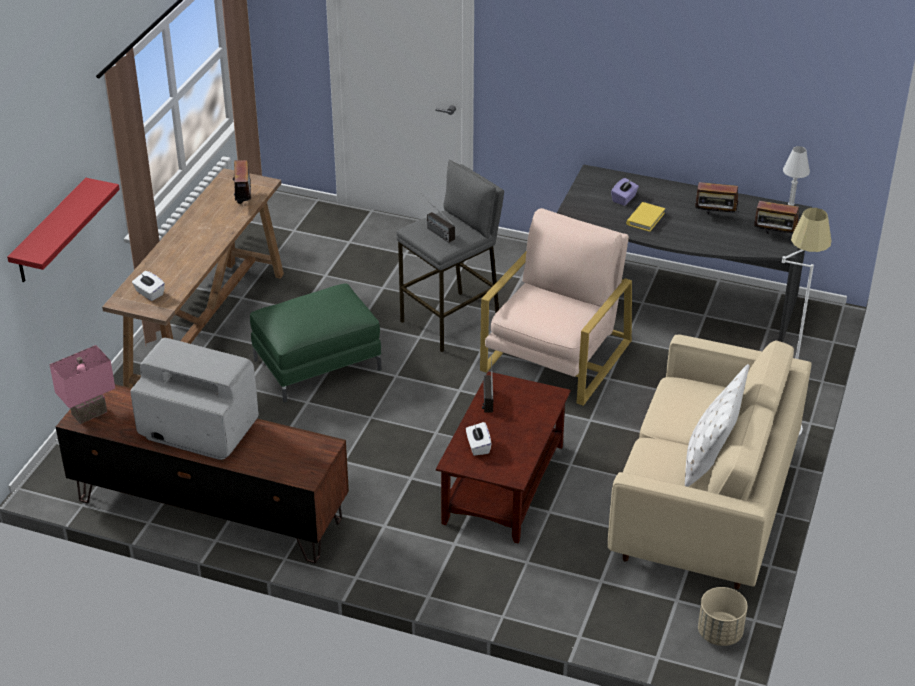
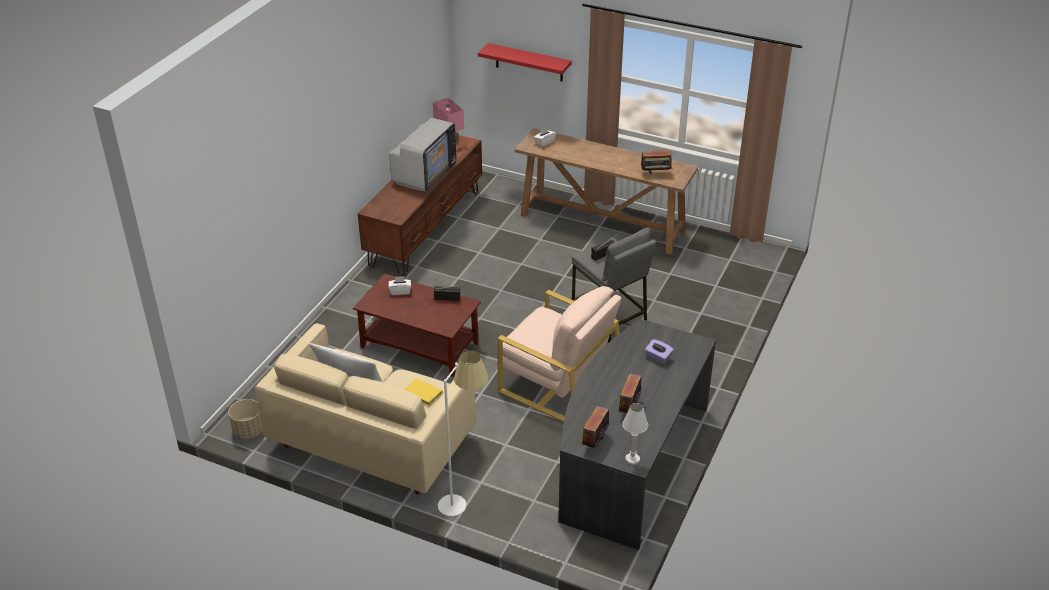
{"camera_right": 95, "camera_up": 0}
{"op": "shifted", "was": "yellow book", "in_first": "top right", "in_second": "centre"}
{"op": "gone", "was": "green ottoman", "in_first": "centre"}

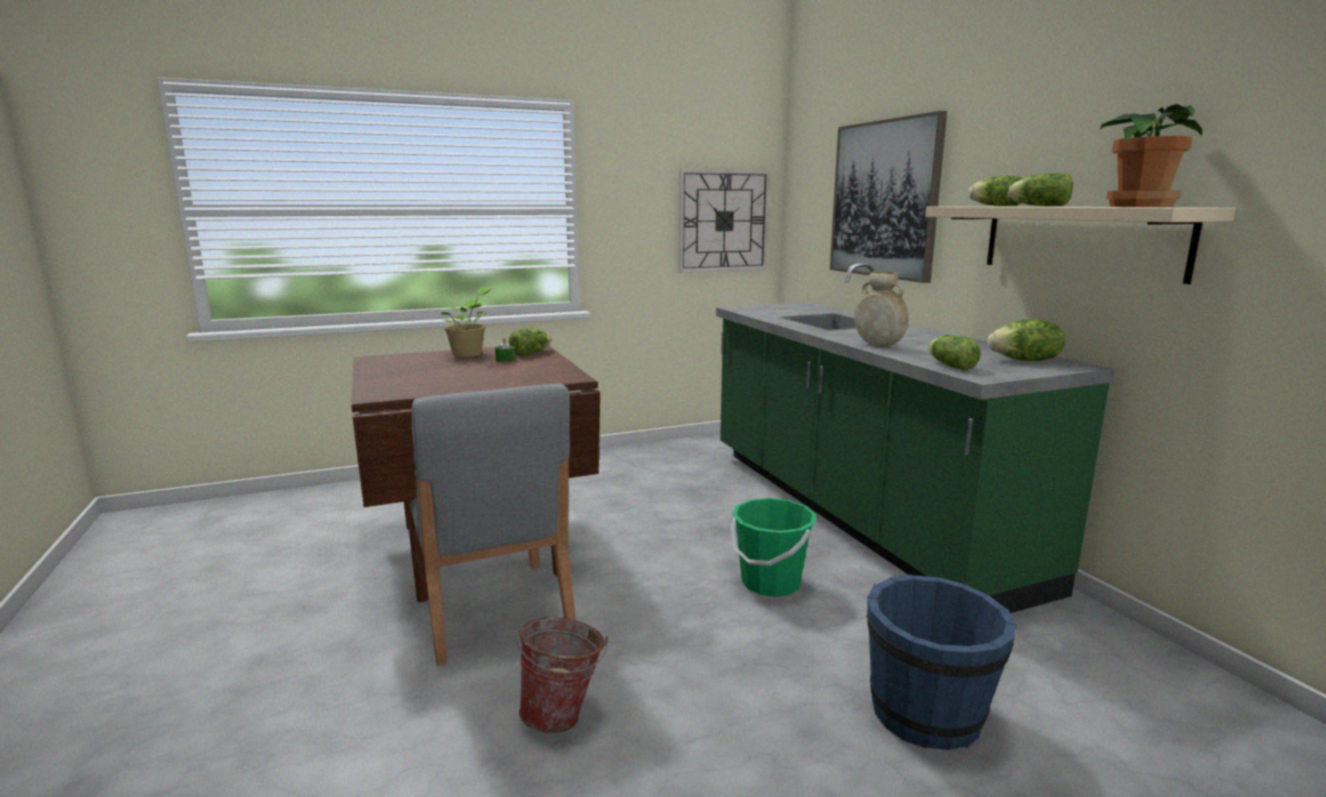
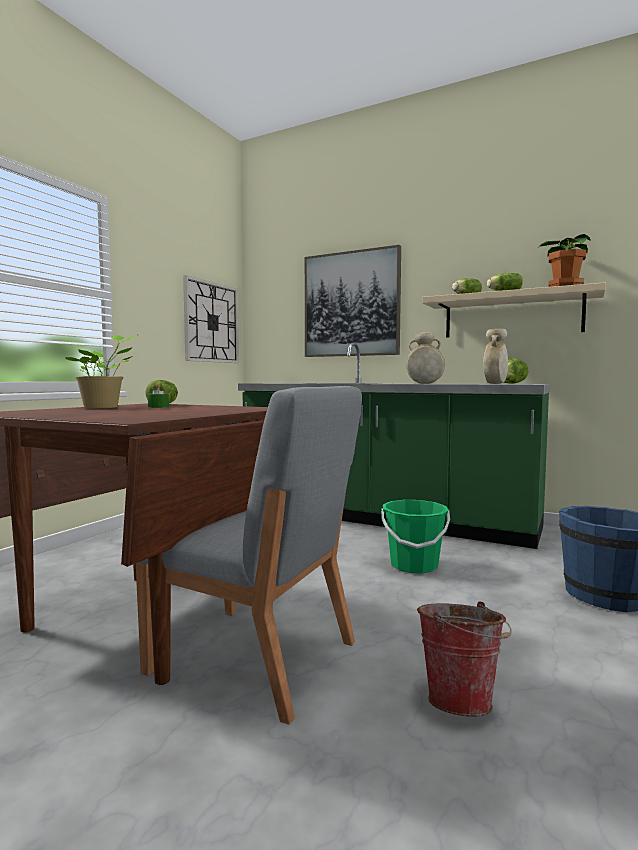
{"camera_right": -40, "camera_up": -10}
{"op": "swapped", "was": "lettuce (no. 2 from left)", "now": "beige vase (no. 2 from left)", "in_first": "middle right", "in_second": "middle right"}

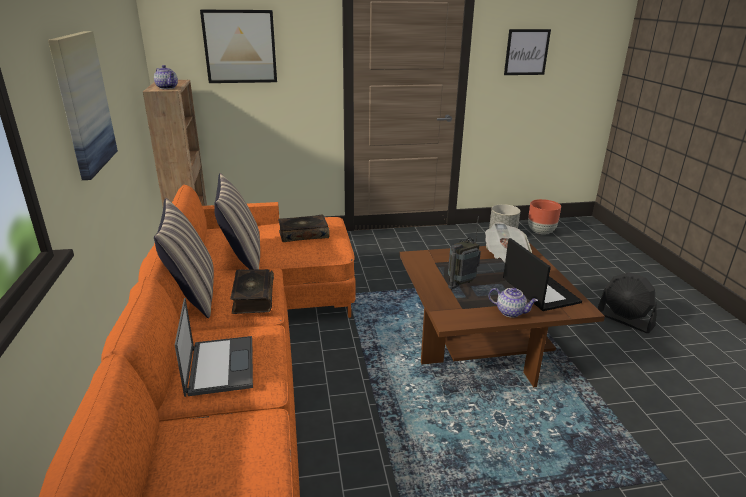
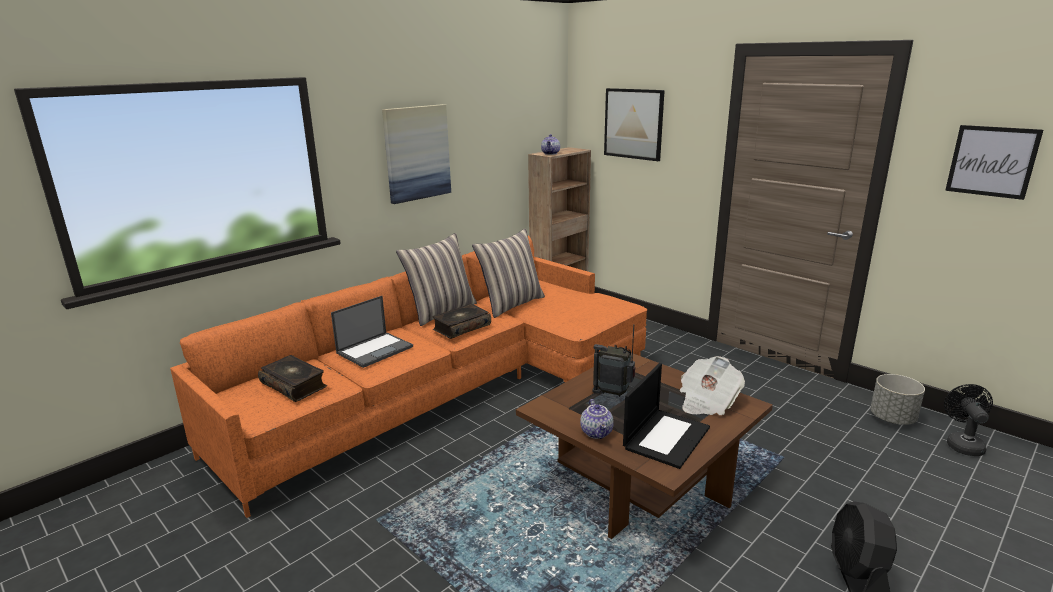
{"camera_right": 55, "camera_up": -5}
{"op": "shifted", "was": "book (no. 2 from left in the first image)", "now": "book (no. 1 from left)", "in_first": "centre", "in_second": "middle left"}
{"op": "swapped", "was": "brown planter", "now": "black fan (no. 2 from left)", "in_first": "middle right", "in_second": "bottom right"}

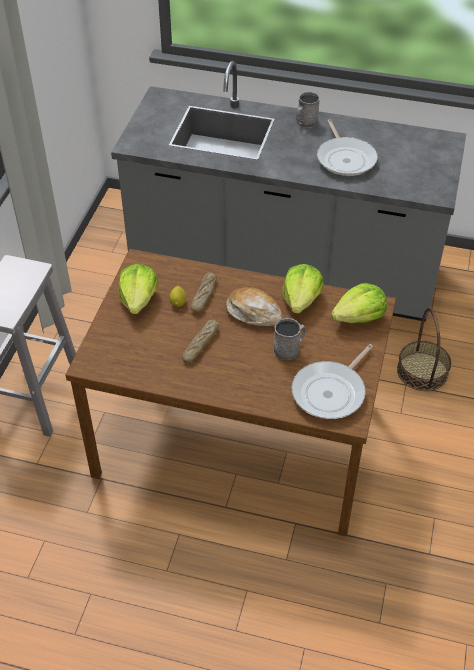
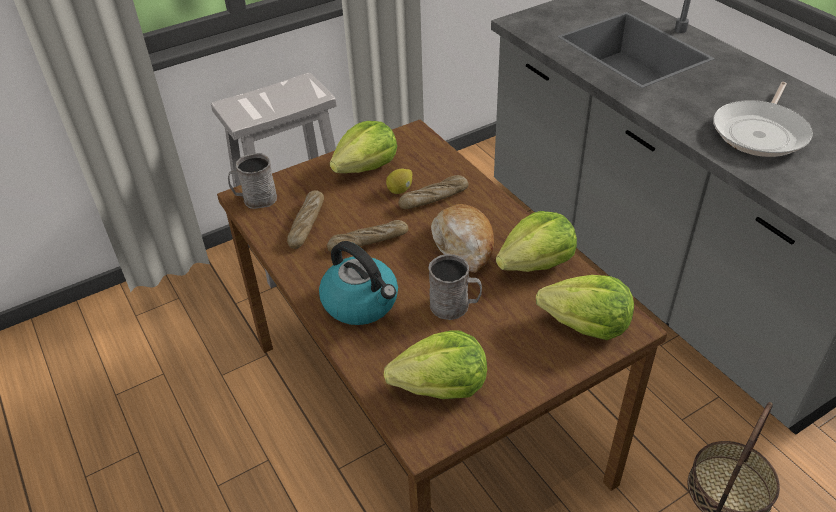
{"camera_right": 45, "camera_up": -5}
{"op": "shifted", "was": "grey mug (no. 2 from left in the first image)", "now": "grey mug (no. 1 from left)", "in_first": "top centre", "in_second": "middle left"}
{"op": "new", "now": "bread (no. 1 from left)", "in_second": "centre"}
{"op": "new", "now": "kettle", "in_second": "centre"}
{"op": "swapped", "was": "frying pan (no. 1 from left)", "now": "lettuce (no. 2 from left)", "in_first": "middle right", "in_second": "bottom centre"}

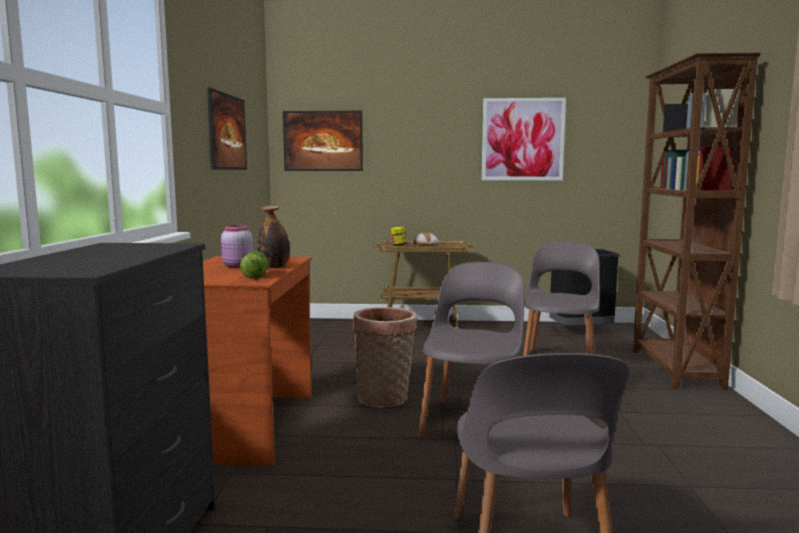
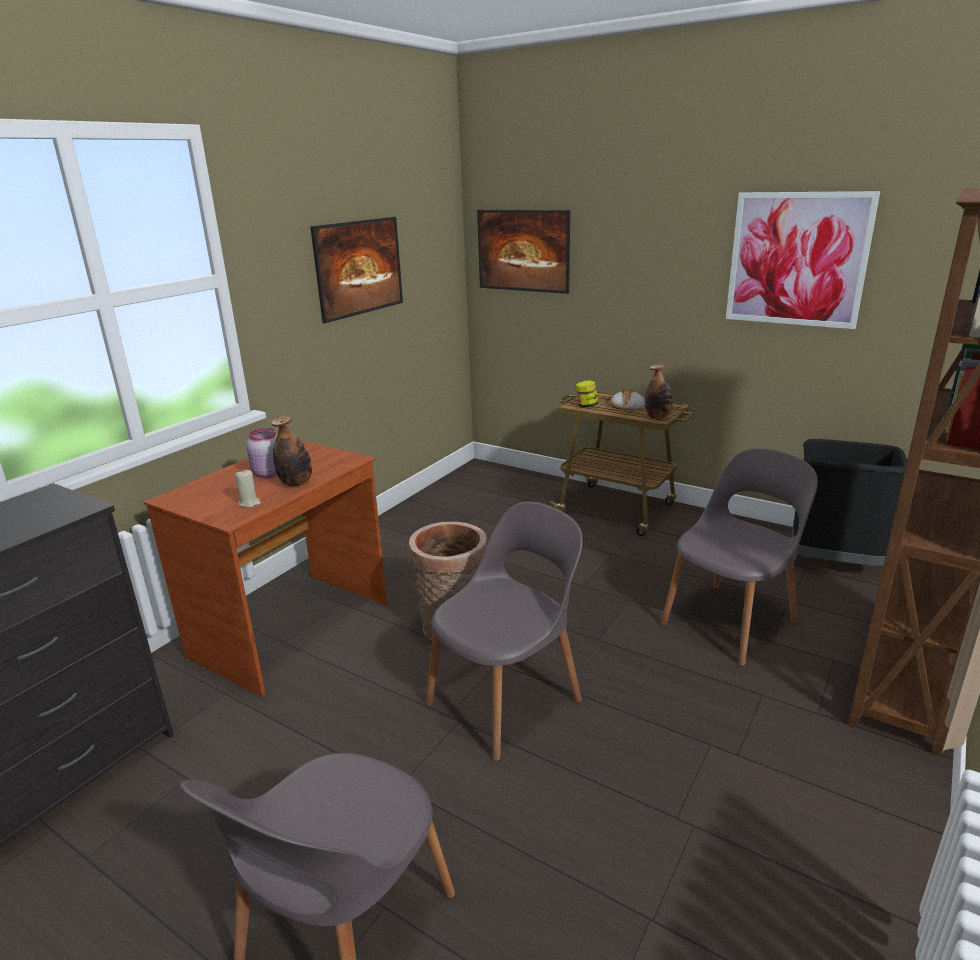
{"camera_right": 30, "camera_up": 15}
{"op": "swapped", "was": "lettuce", "now": "beige candle", "in_first": "middle left", "in_second": "middle left"}
{"op": "new", "now": "bottle (no. 2 from left)", "in_second": "middle right"}

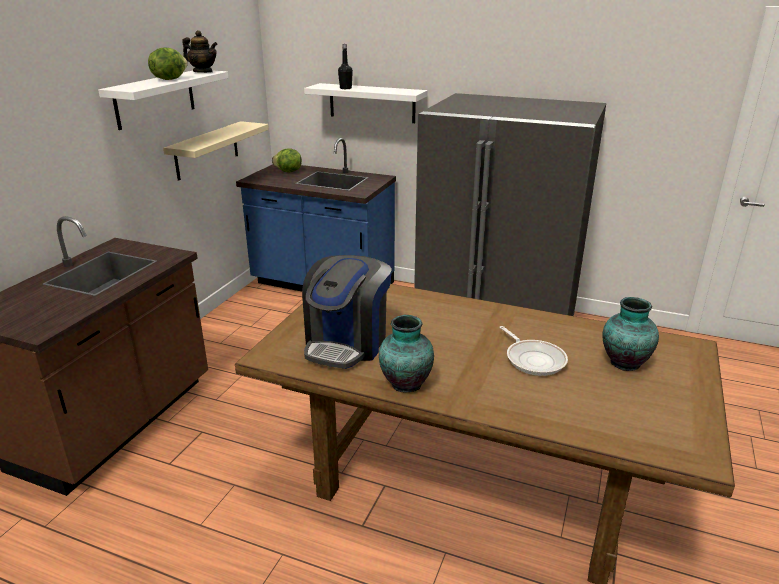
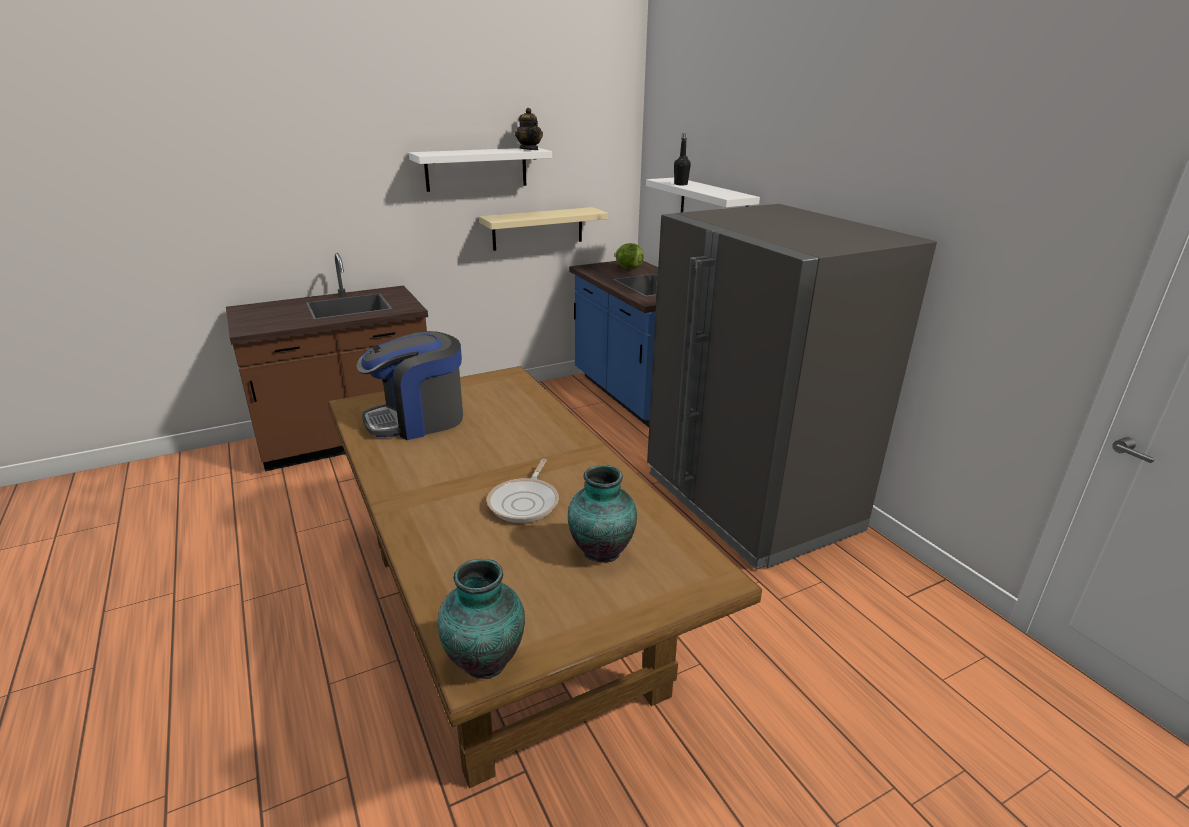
{"camera_right": 40, "camera_up": 0}
{"op": "shifted", "was": "vase (no. 1 from left)", "in_first": "centre", "in_second": "bottom centre"}
{"op": "gone", "was": "lettuce (no. 1 from left)", "in_first": "top left"}

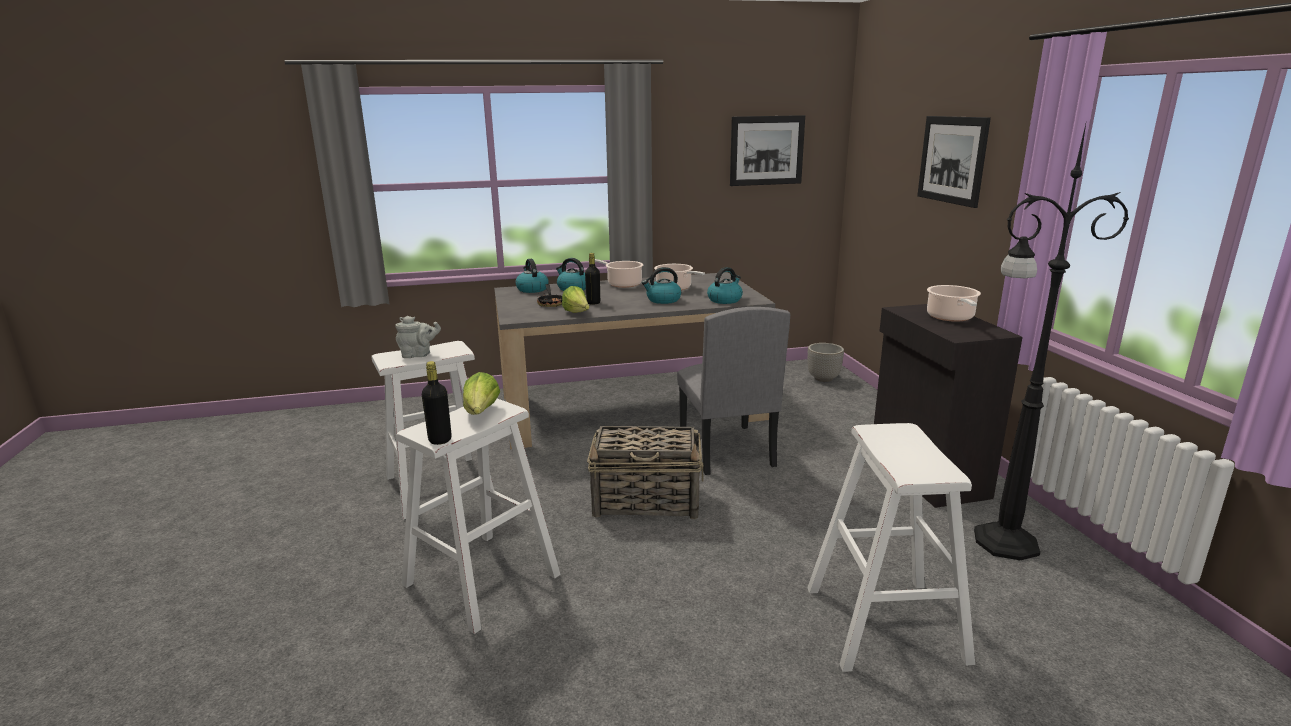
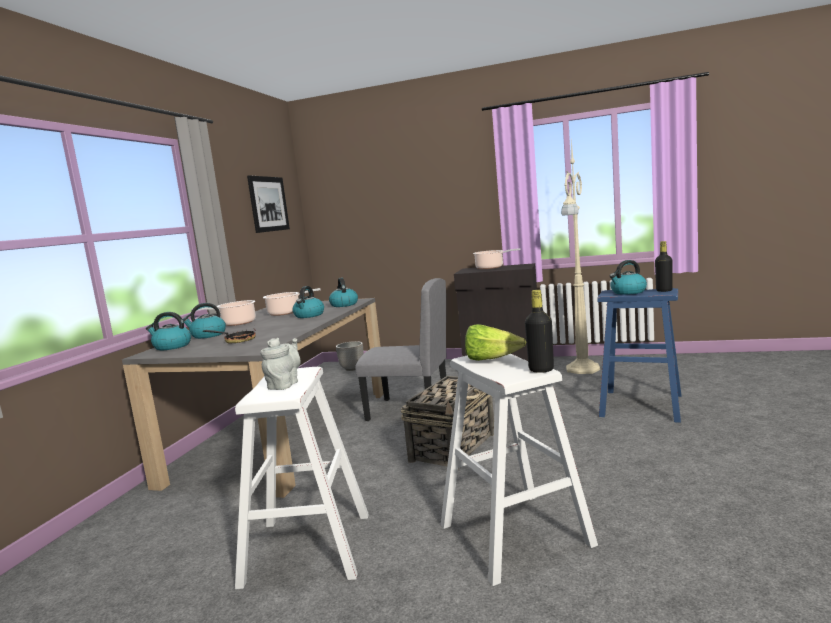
{"camera_right": -60, "camera_up": -10}
{"op": "repainted", "was": "black floor lamp", "now": "beige floor lamp", "in_first": "middle right", "in_second": "middle right"}
{"op": "repainted", "was": "white stool (no. 3 from left)", "now": "blue stool", "in_first": "bottom right", "in_second": "middle right"}
{"op": "new", "now": "kettle (no. 5 from left)", "in_second": "middle right"}
{"op": "shifted", "was": "black bottle (no. 2 from left)", "in_first": "centre", "in_second": "middle right"}
{"op": "gone", "was": "lettuce (no. 2 from left)", "in_first": "centre"}
{"op": "gone", "was": "picture (no. 2 from left)", "in_first": "top right"}

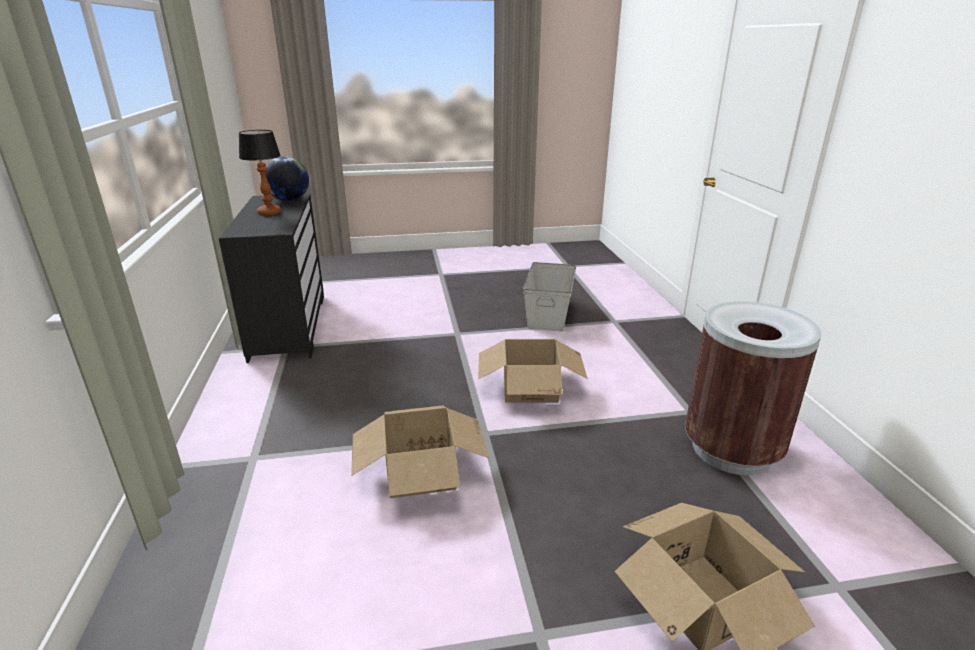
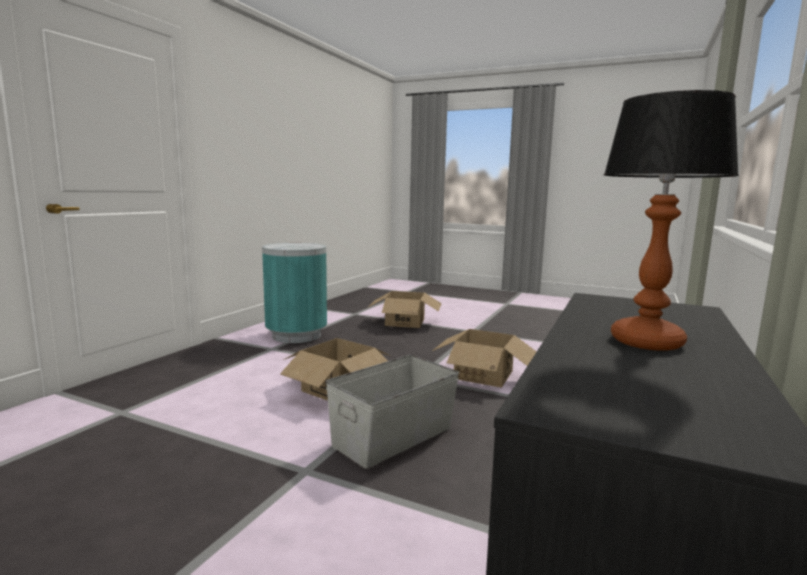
{"camera_right": -145, "camera_up": -15}
{"op": "repainted", "was": "brown trash can", "now": "turquoise trash can", "in_first": "middle right", "in_second": "centre"}
{"op": "shifted", "was": "grey storage box", "in_first": "centre", "in_second": "bottom centre"}
{"op": "gone", "was": "globe", "in_first": "top left"}

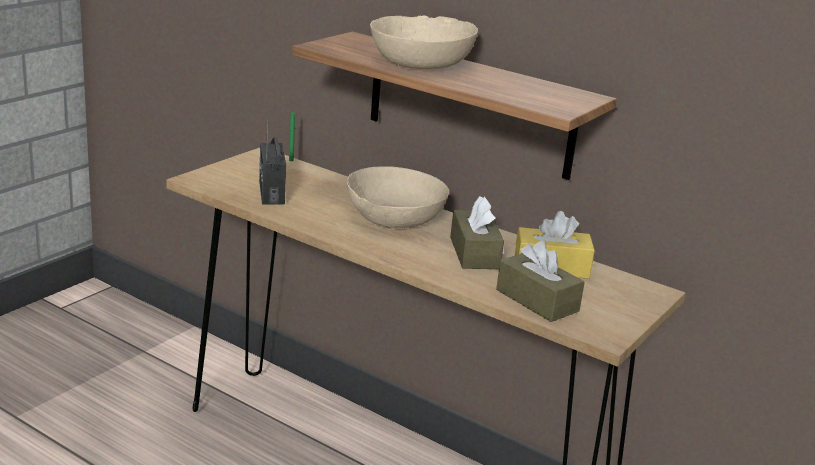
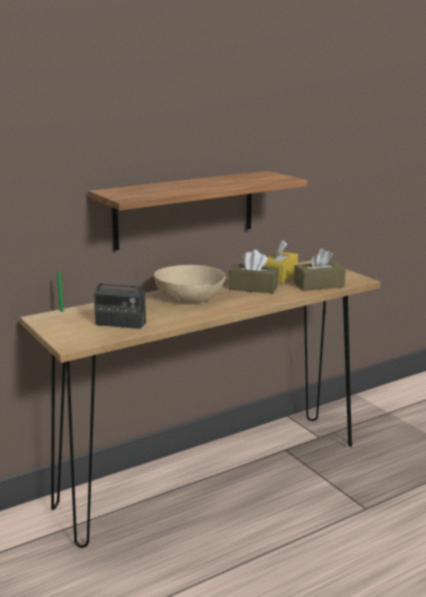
{"camera_right": -65, "camera_up": -5}
{"op": "gone", "was": "beige bowl (no. 2 from left)", "in_first": "top centre"}

